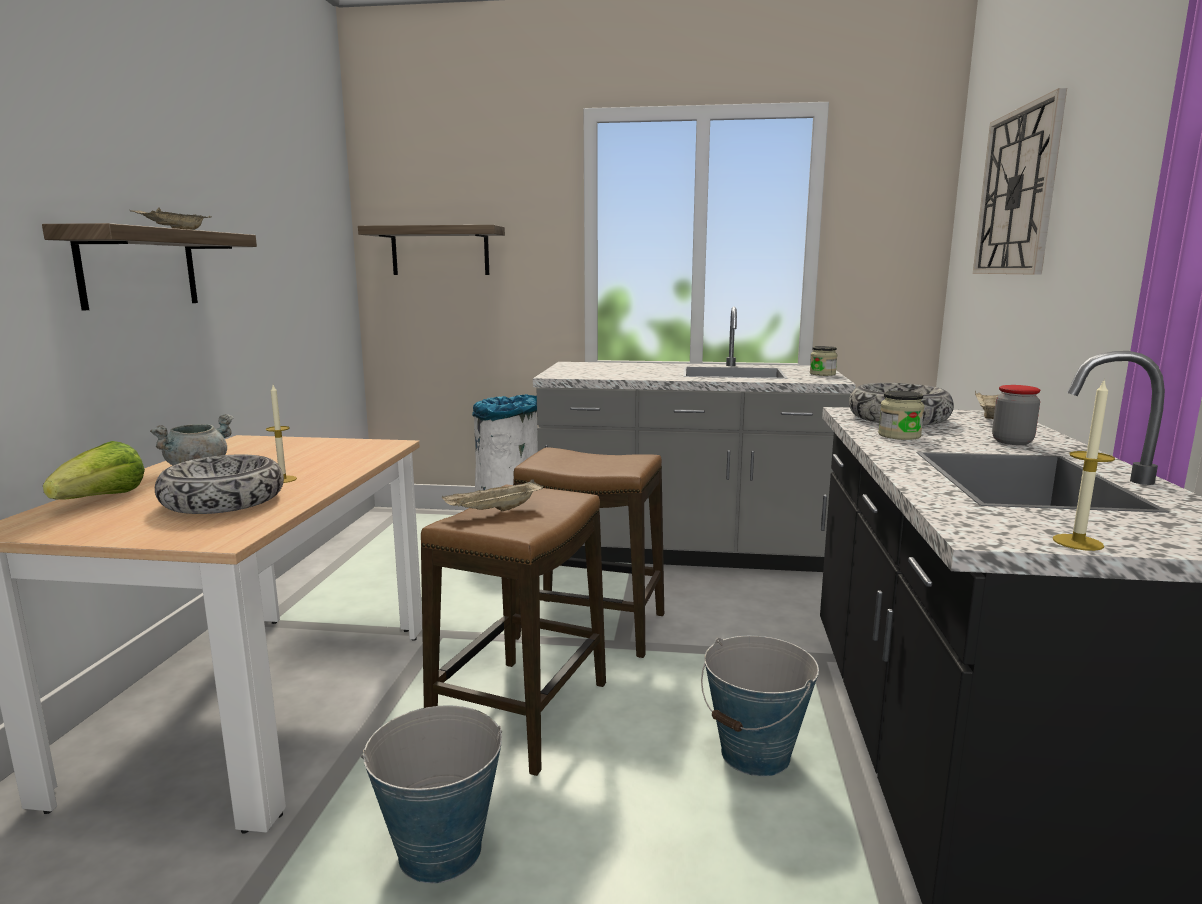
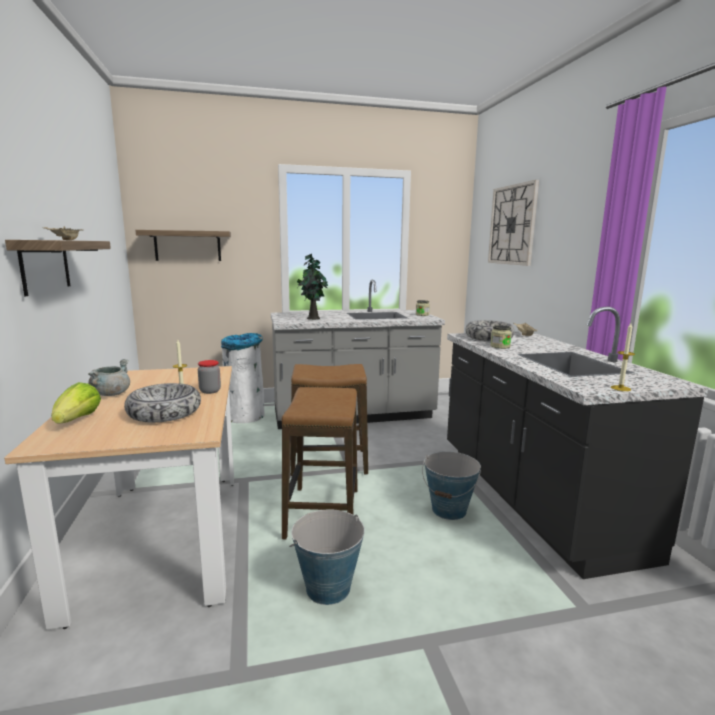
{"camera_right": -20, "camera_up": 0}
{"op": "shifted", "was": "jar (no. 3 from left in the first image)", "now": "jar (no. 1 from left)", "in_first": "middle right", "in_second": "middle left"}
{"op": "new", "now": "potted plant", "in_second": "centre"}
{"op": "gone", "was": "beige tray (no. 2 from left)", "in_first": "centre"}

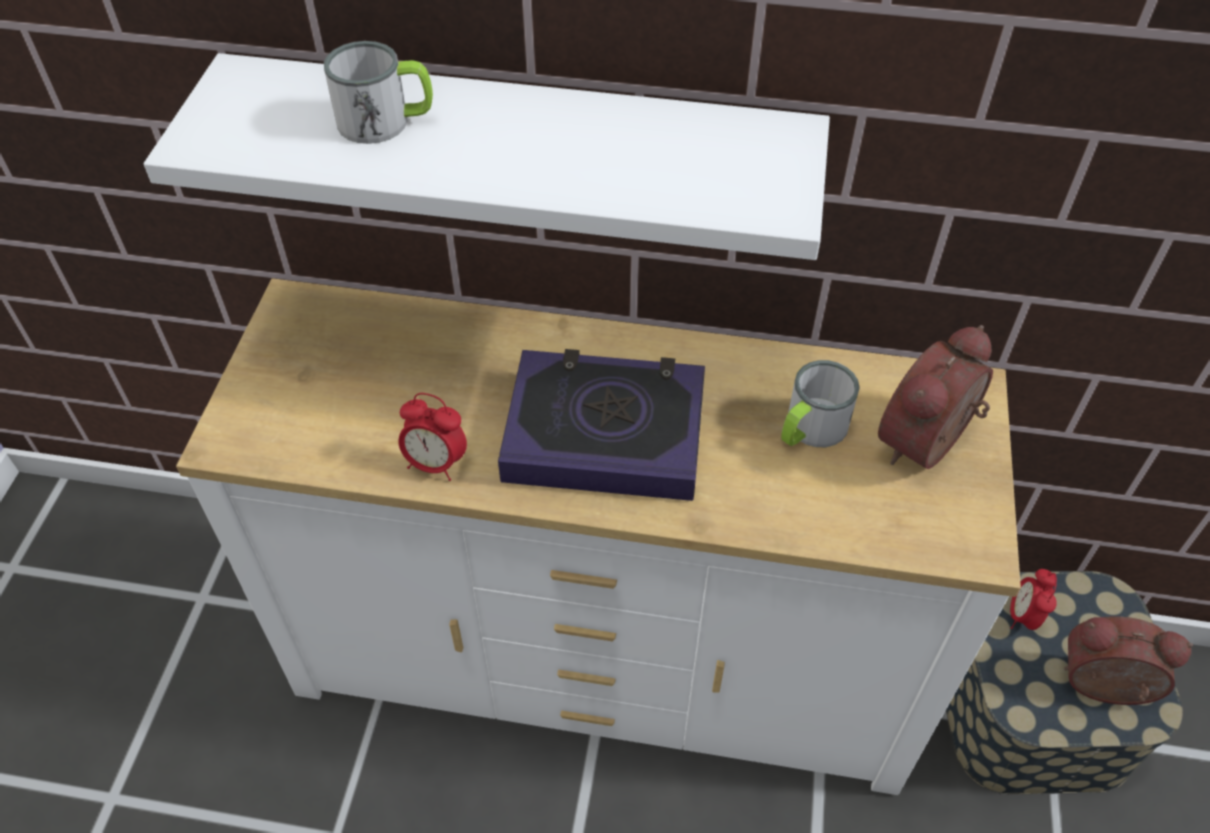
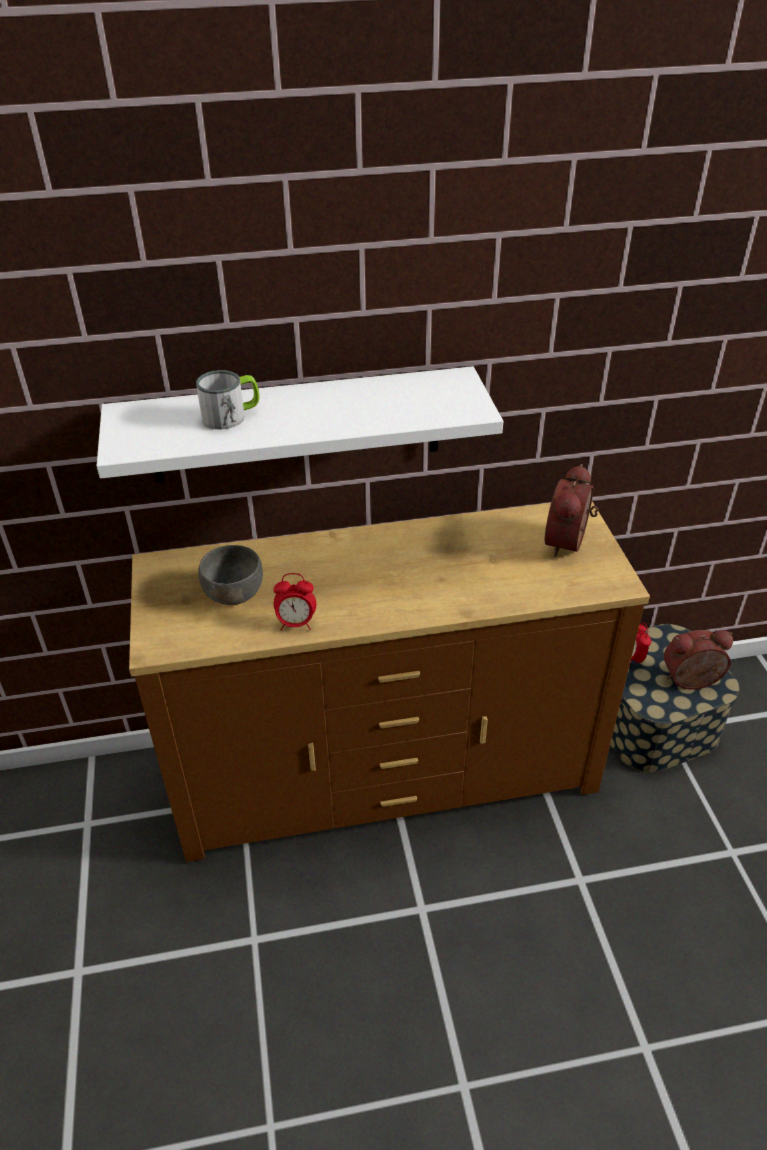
{"camera_right": -20, "camera_up": -10}
{"op": "repainted", "was": "white dresser", "now": "brown dresser", "in_first": "centre", "in_second": "centre"}
{"op": "new", "now": "grey bowl", "in_second": "middle left"}
{"op": "gone", "was": "book", "in_first": "centre"}
{"op": "gone", "was": "mug (no. 2 from left)", "in_first": "middle right"}

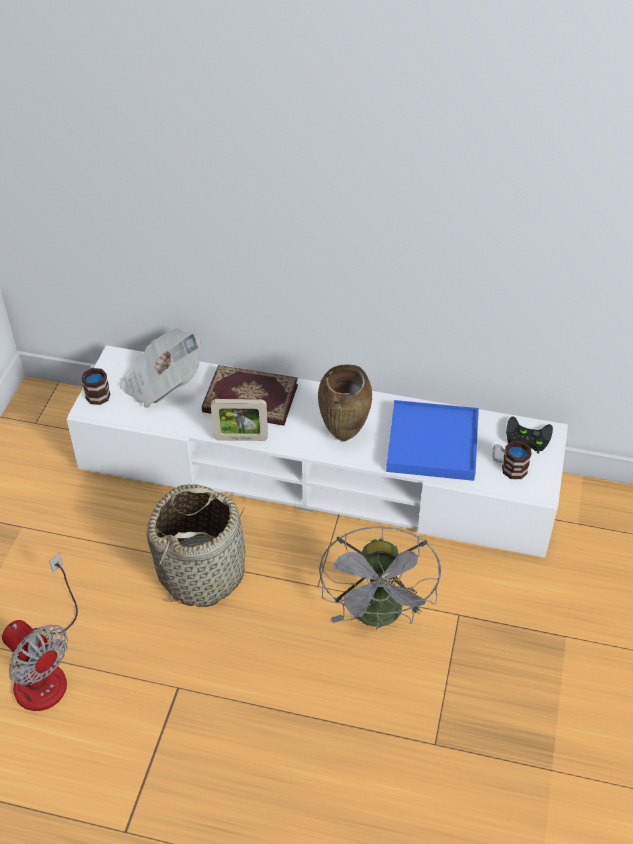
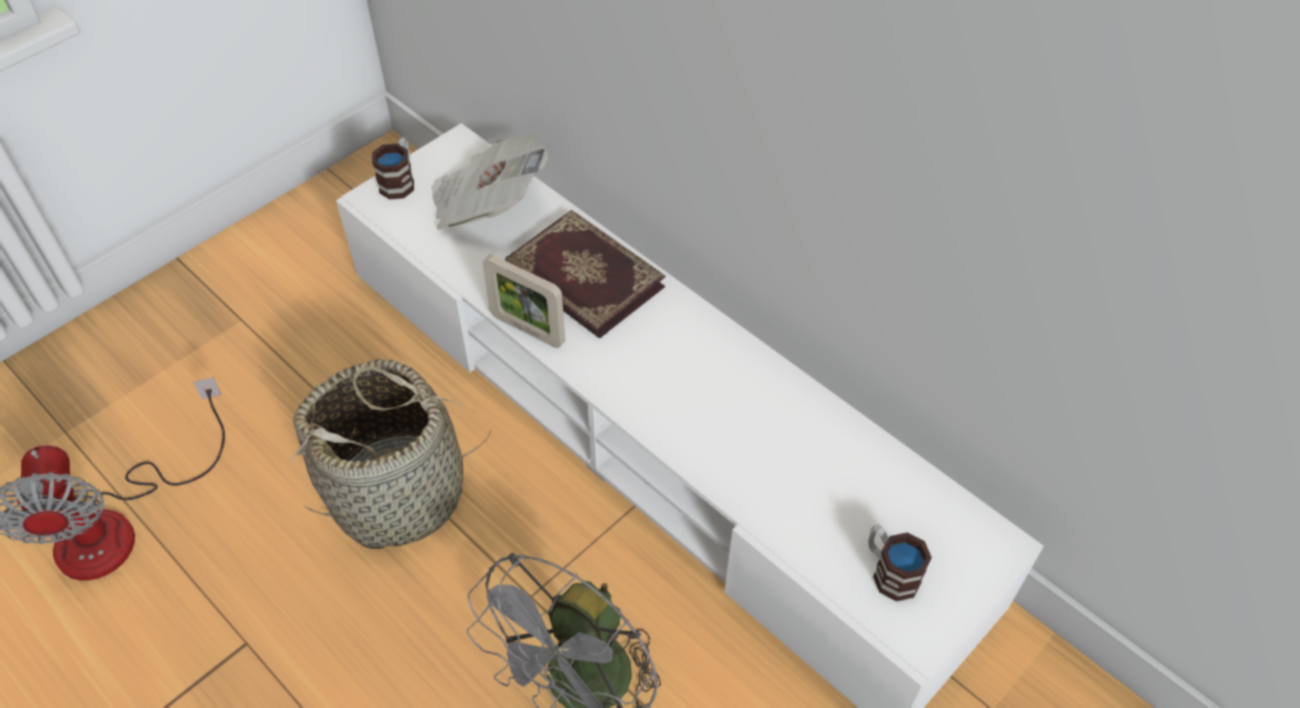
{"camera_right": 30, "camera_up": 5}
{"op": "gone", "was": "brown vase", "in_first": "centre"}
{"op": "gone", "was": "blue tray", "in_first": "middle right"}
{"op": "gone", "was": "black game controller", "in_first": "middle right"}

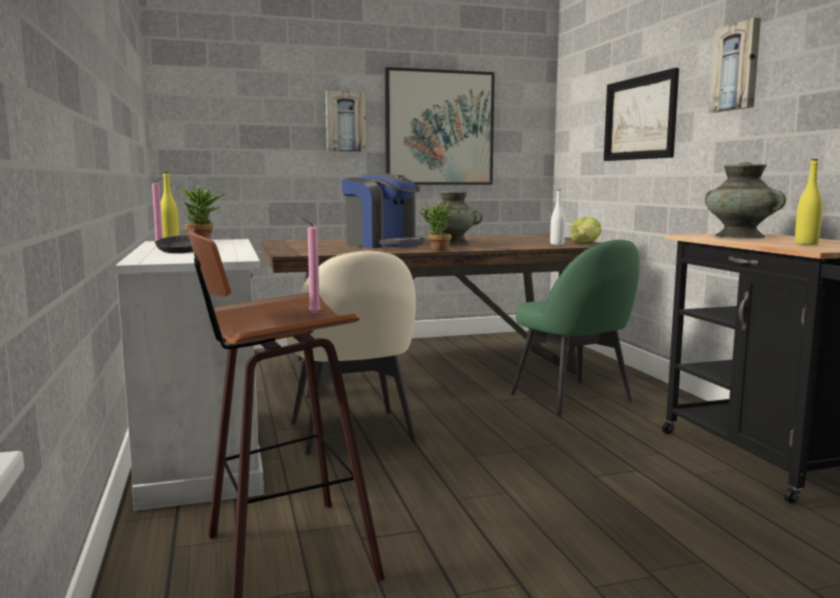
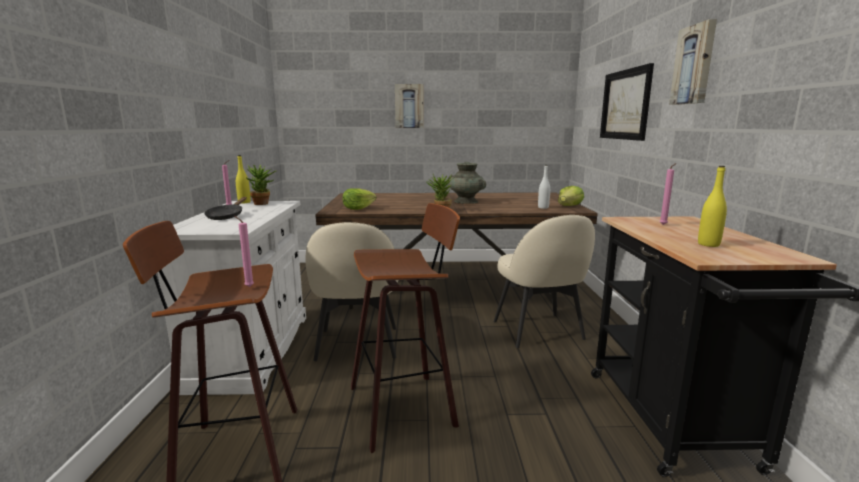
{"camera_right": 15, "camera_up": 5}
{"op": "new", "now": "lettuce (no. 1 from left)", "in_second": "centre"}
{"op": "new", "now": "stool (no. 2 from left)", "in_second": "bottom centre"}
{"op": "repainted", "was": "green chair", "now": "beige chair (no. 2 from left)", "in_first": "middle right", "in_second": "centre"}
{"op": "swapped", "was": "turquoise vase (no. 2 from left)", "now": "pink candle (no. 3 from left)", "in_first": "middle right", "in_second": "middle right"}
{"op": "gone", "was": "coffee machine", "in_first": "centre"}
{"op": "gone", "was": "picture (no. 2 from left)", "in_first": "top centre"}

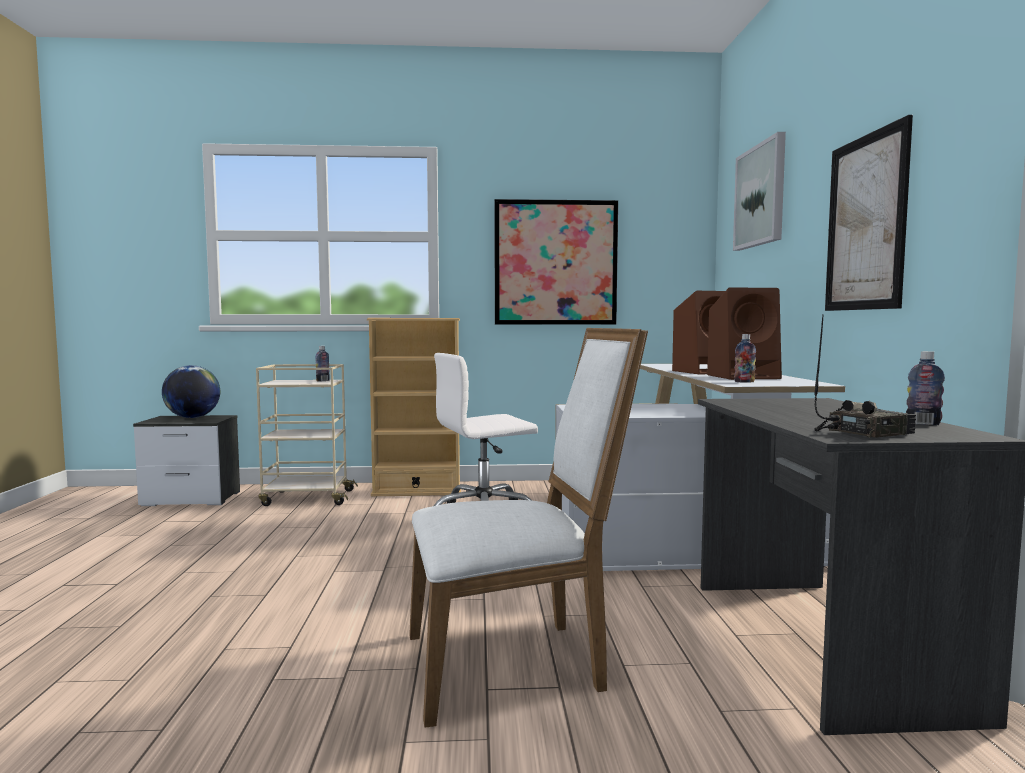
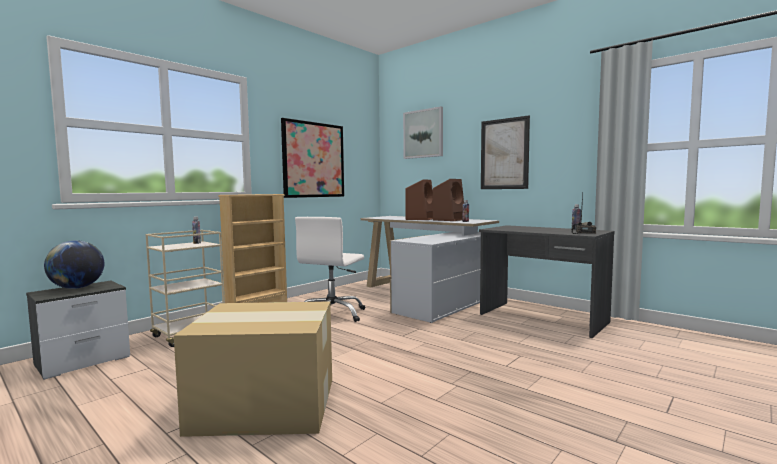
{"camera_right": -45, "camera_up": 0}
{"op": "new", "now": "cardboard box", "in_second": "bottom left"}
{"op": "gone", "was": "white chair", "in_first": "bottom centre"}

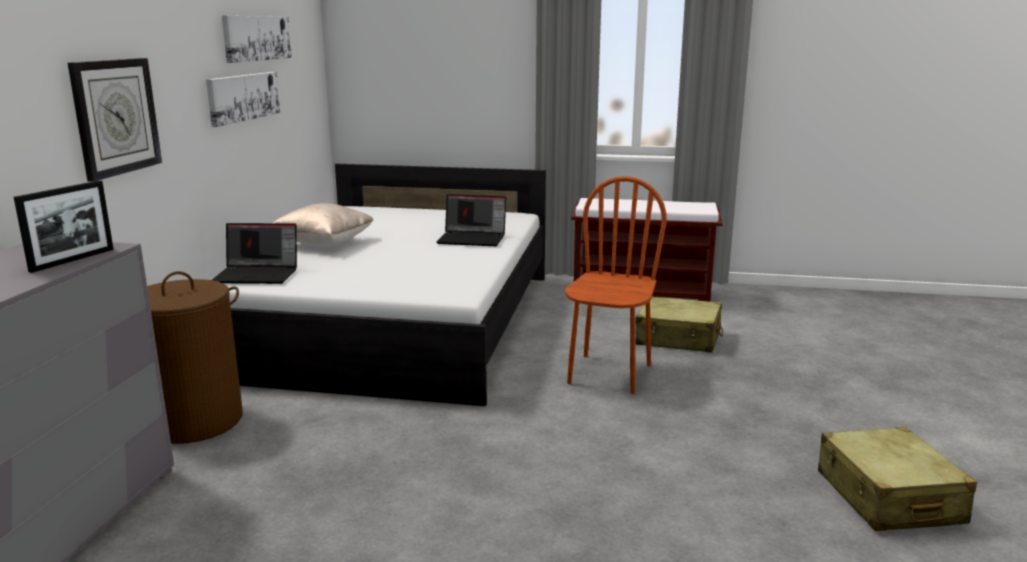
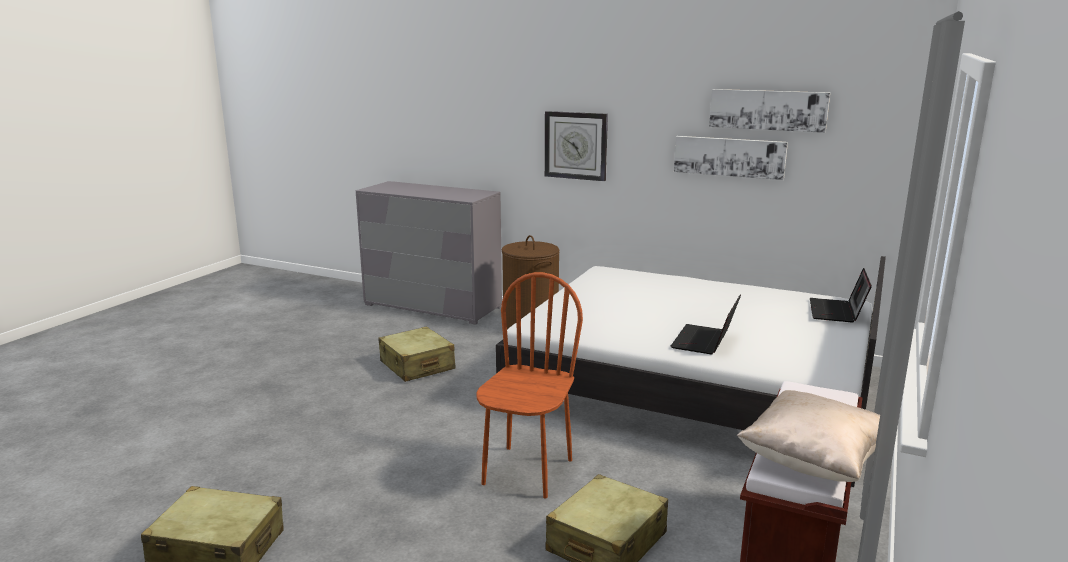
{"camera_right": 105, "camera_up": 0}
{"op": "new", "now": "beige suitcase (no. 2 from left)", "in_second": "centre"}
{"op": "rotated", "was": "brown chair", "in_first": "centre", "in_second": "bottom centre", "clockwise": -105}
{"op": "shifted", "was": "beige pillow", "in_first": "middle left", "in_second": "bottom right"}
{"op": "shifted", "was": "laptop (no. 1 from left in the first image)", "now": "laptop (no. 2 from left)", "in_first": "middle left", "in_second": "middle right"}
{"op": "gone", "was": "picture frame", "in_first": "middle left"}

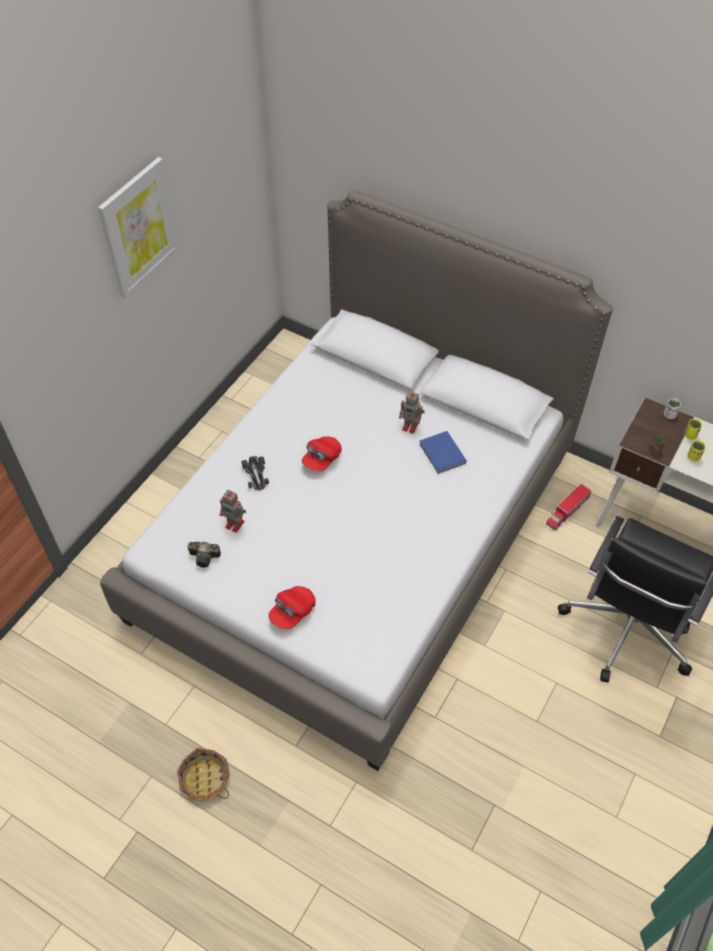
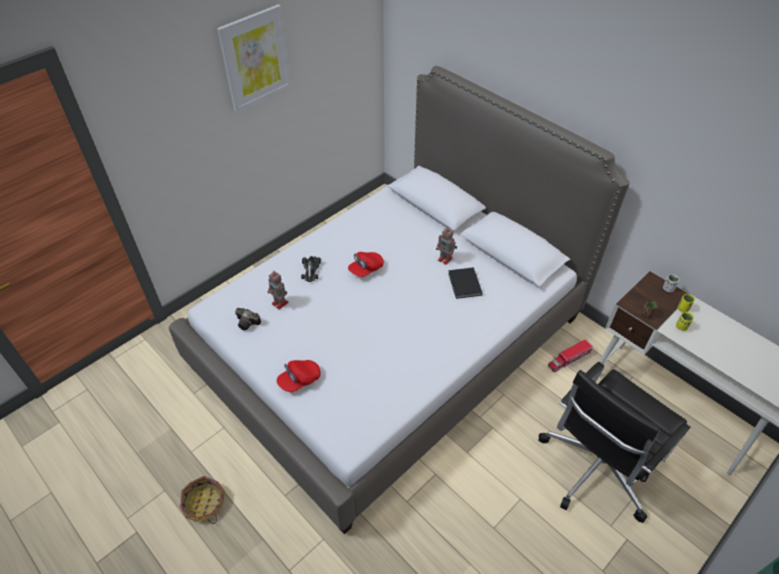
{"camera_right": 15, "camera_up": -5}
{"op": "repainted", "was": "blue book", "now": "black book", "in_first": "centre", "in_second": "centre"}

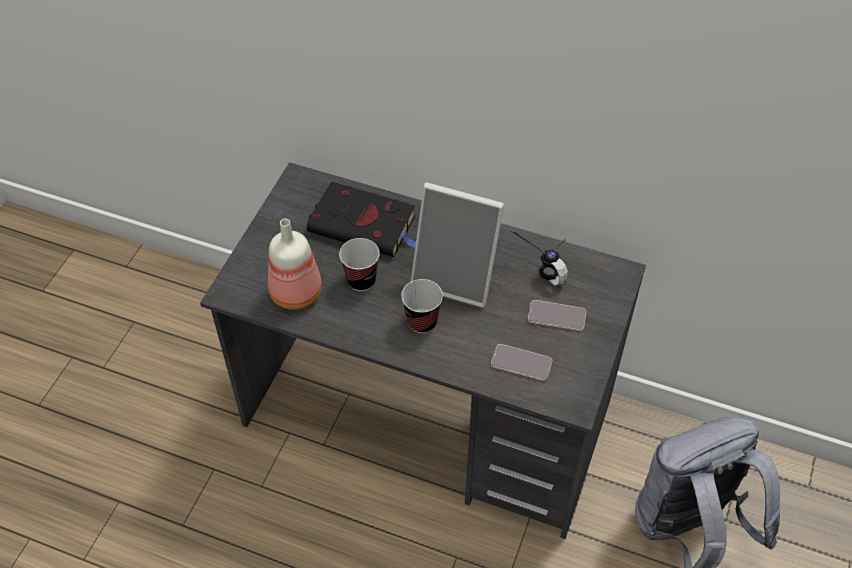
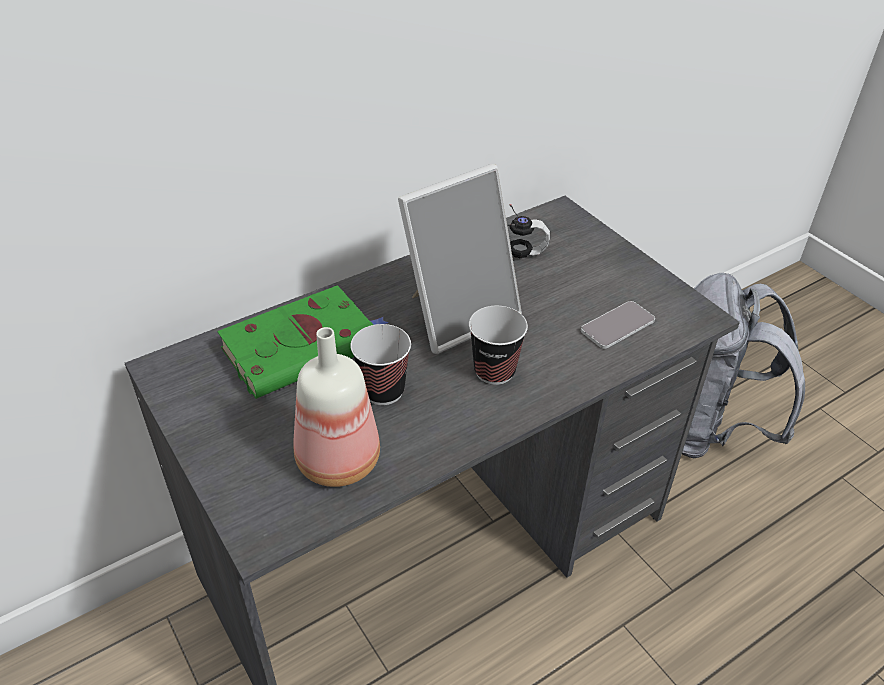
{"camera_right": -55, "camera_up": -10}
{"op": "repainted", "was": "black book", "now": "green book", "in_first": "centre", "in_second": "centre"}
{"op": "gone", "was": "phone (no. 2 from left)", "in_first": "centre"}

